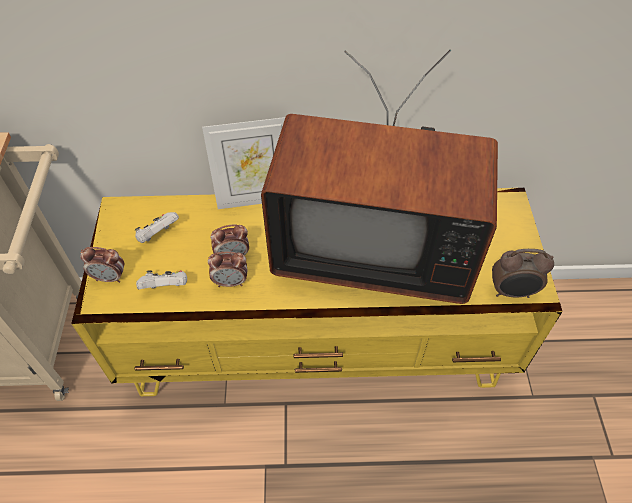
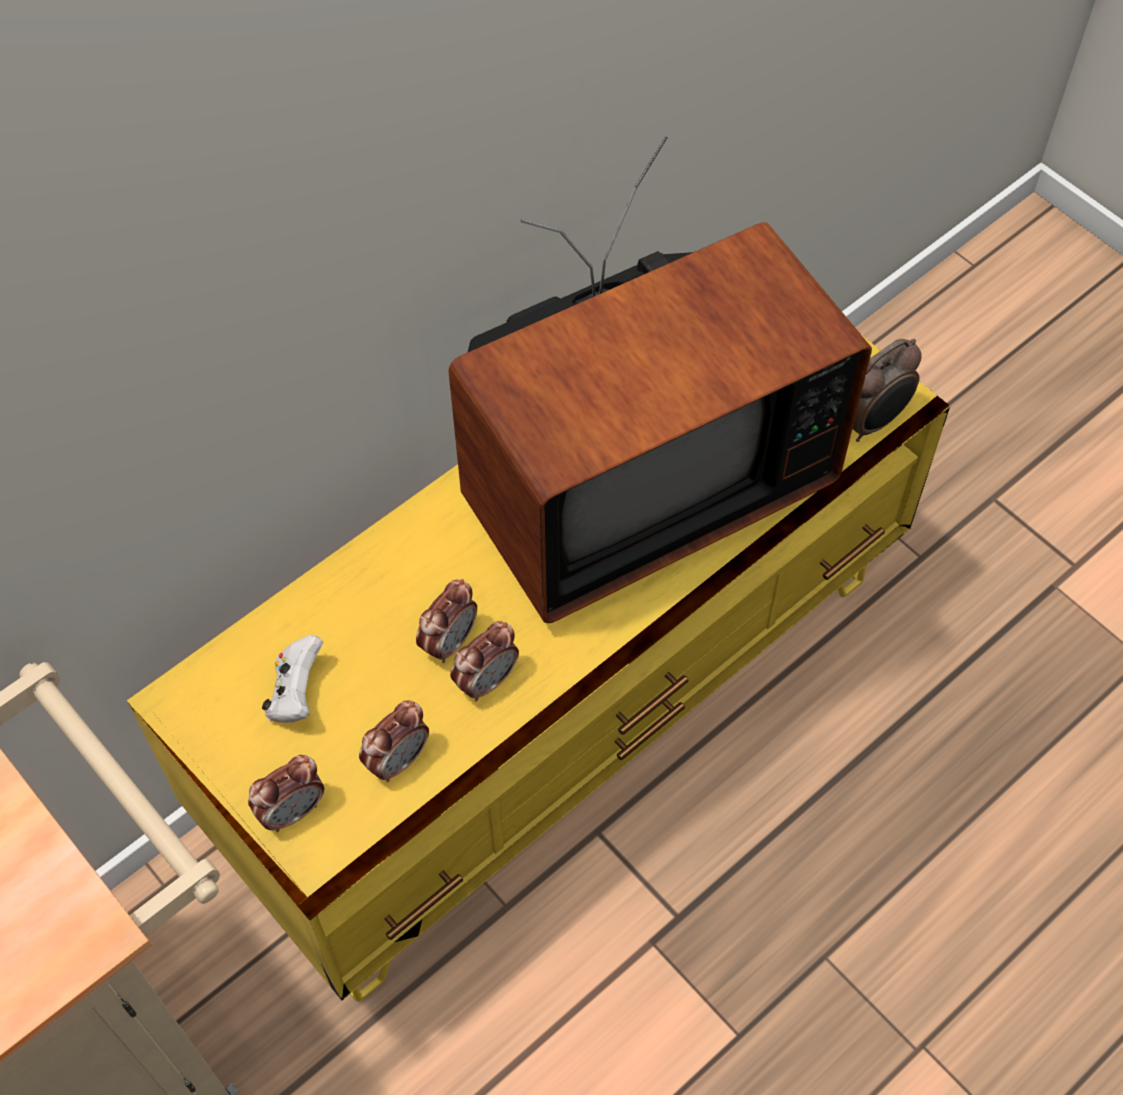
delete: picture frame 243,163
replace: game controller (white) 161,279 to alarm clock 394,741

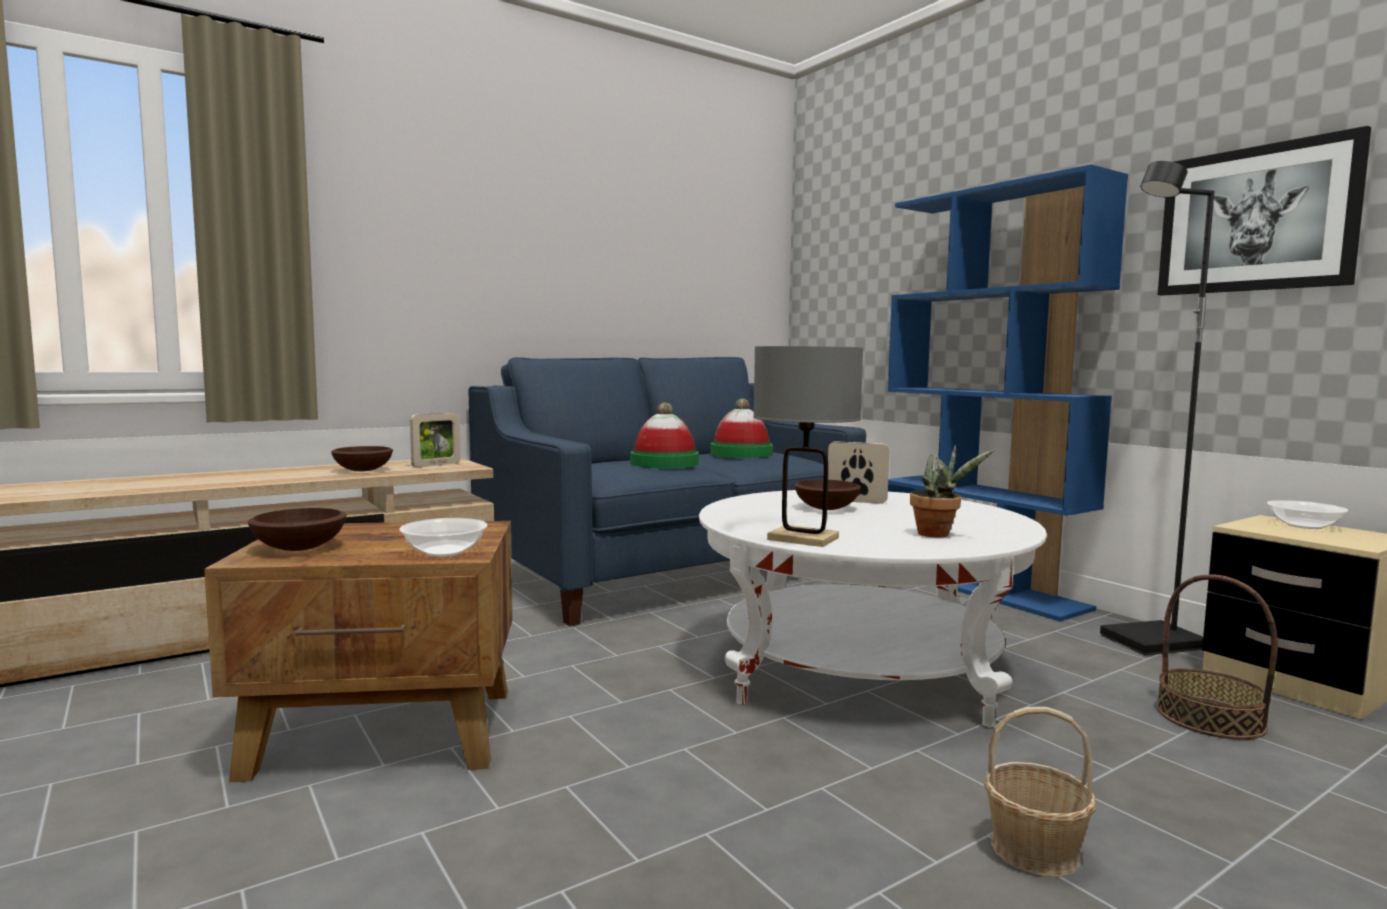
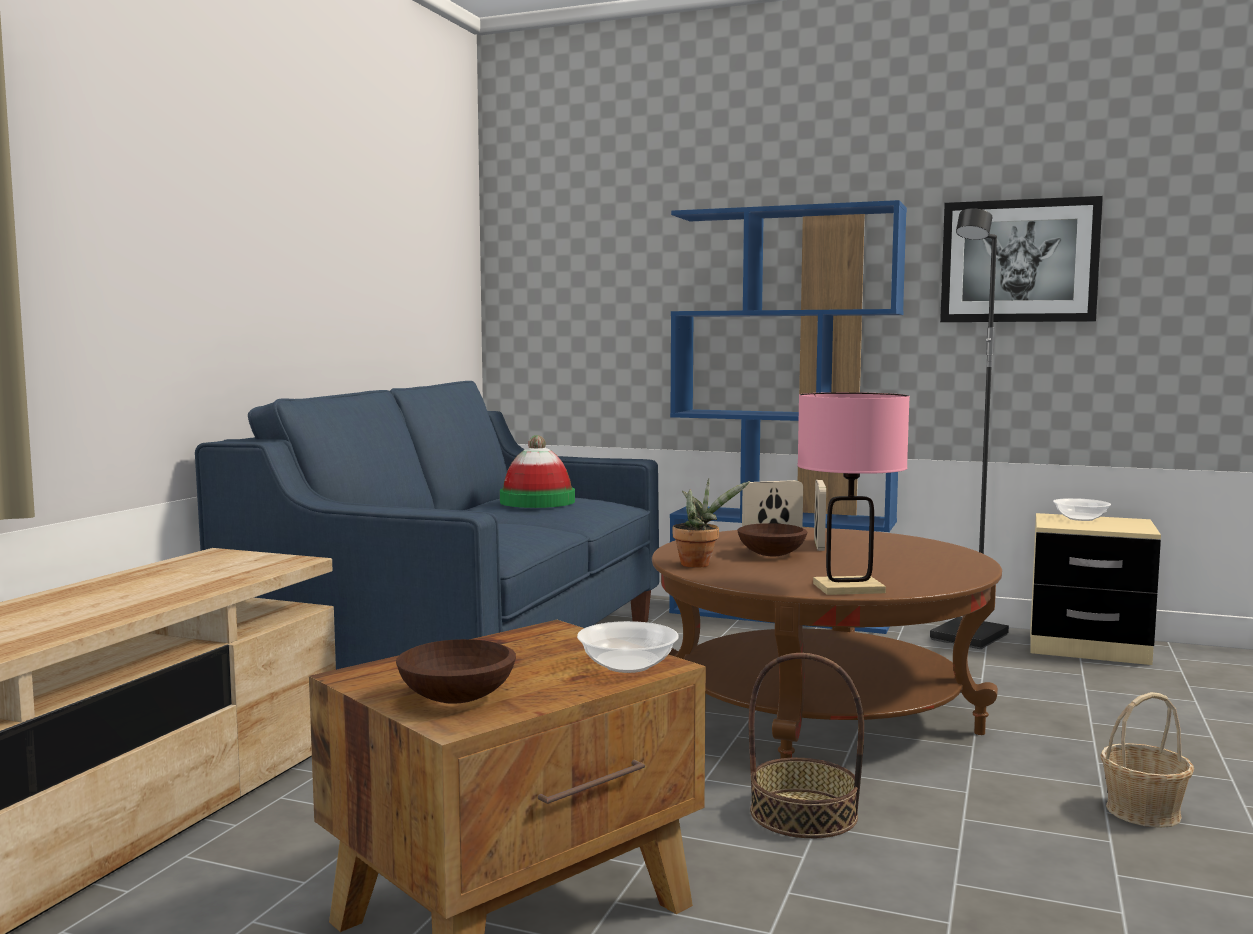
delete: bowl (brown) 362,458; hat 664,435
move: picture frame 435,440 to 820,515; potted plant 952,491 to 711,523; basket 1217,657 to 806,745
recolor: coffee table (white) 873,608 to coffee table (brown) 827,643; table lamp (grey) 808,446 to table lamp (pink) 853,493

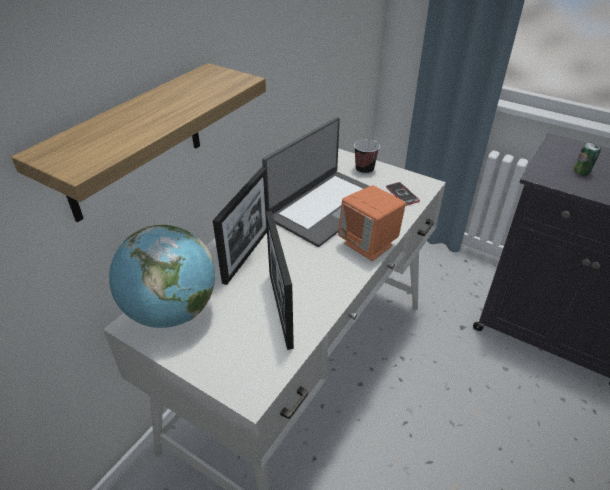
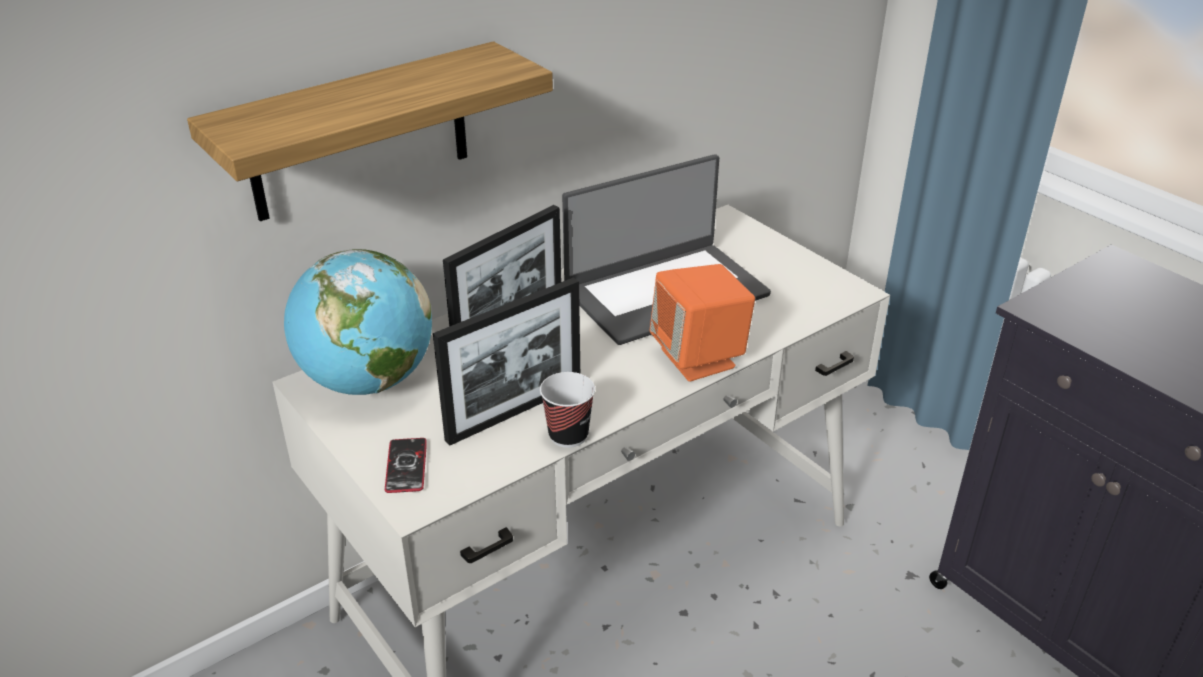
delete: can 587,159
move: cup 367,157 to 567,410; phone 403,194 to 406,465
rotate: picture frame 280,280 = 506,361 135 degrees counterclockwise

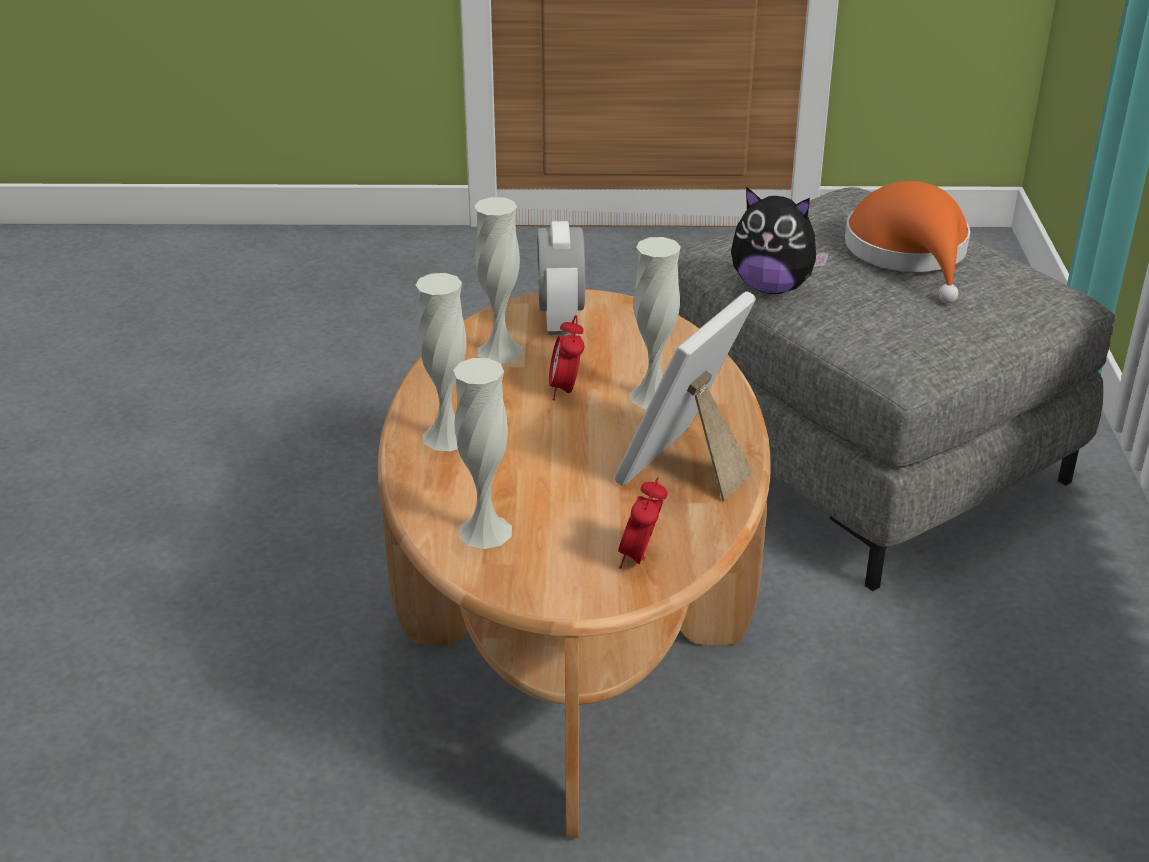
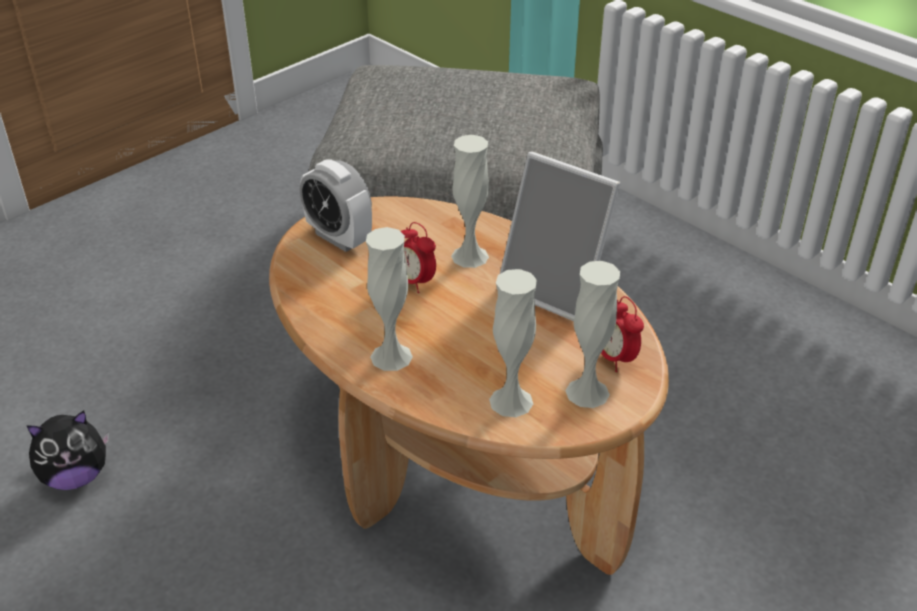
delete: hat (orange) 907,242
move: vase (white) 499,280 to 592,334; plush toy 780,240 to 67,450
rotate: picture frame 685,396 = 560,236 45 degrees counterclockwise

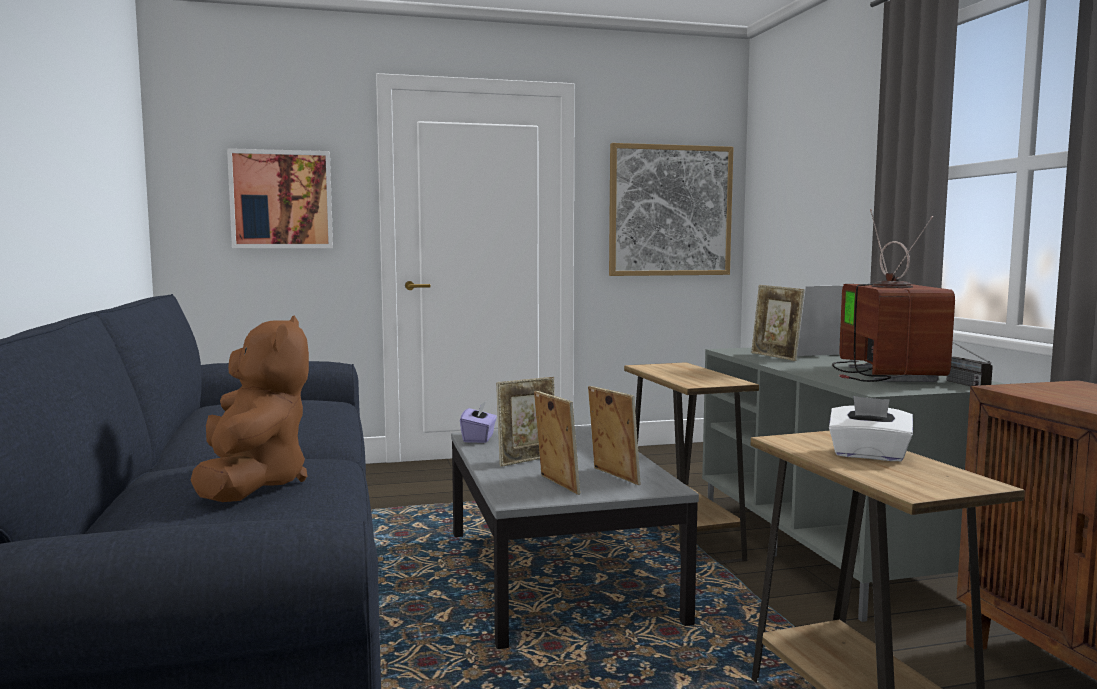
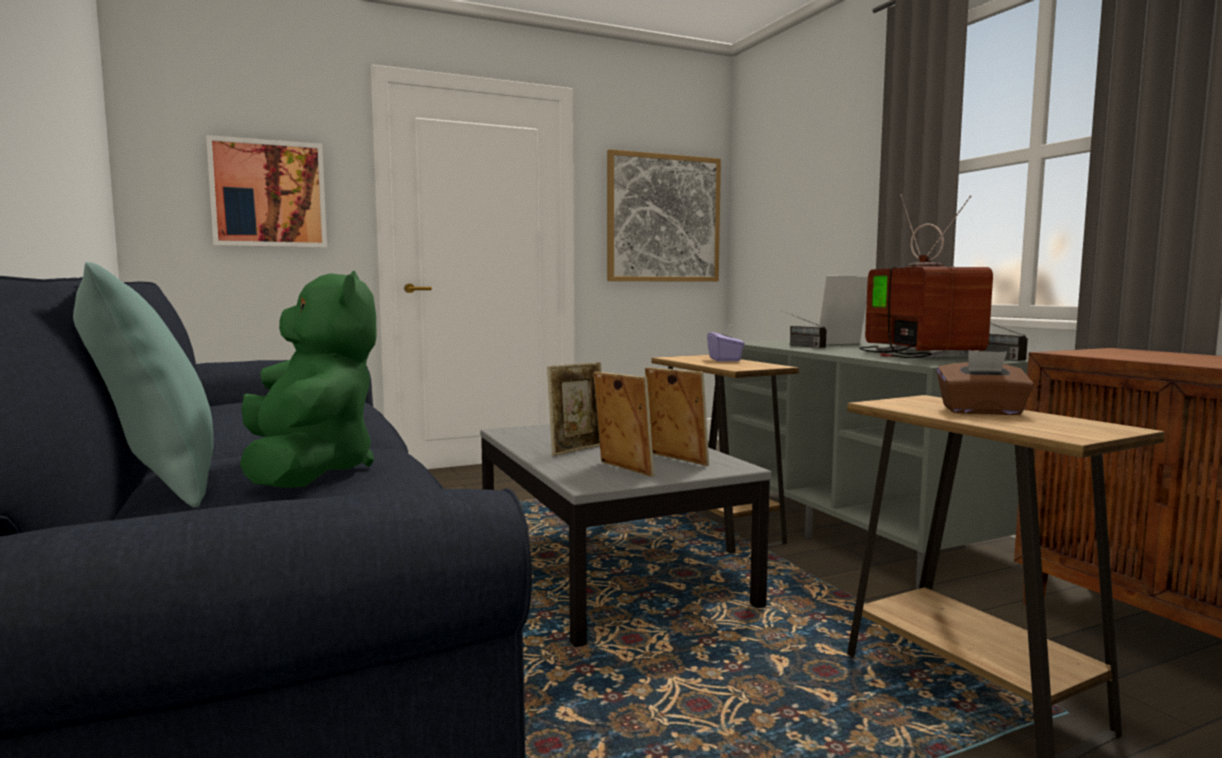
insert: pillow (turquoise) 143,384
move: tissue box (purple) 478,422 to 726,342
replace: picture frame 778,323 to radio 804,329
recolor: plush toy (brown) 250,408 to plush toy (green) 308,379; tissue box (white) 871,428 to tissue box (brown) 985,382

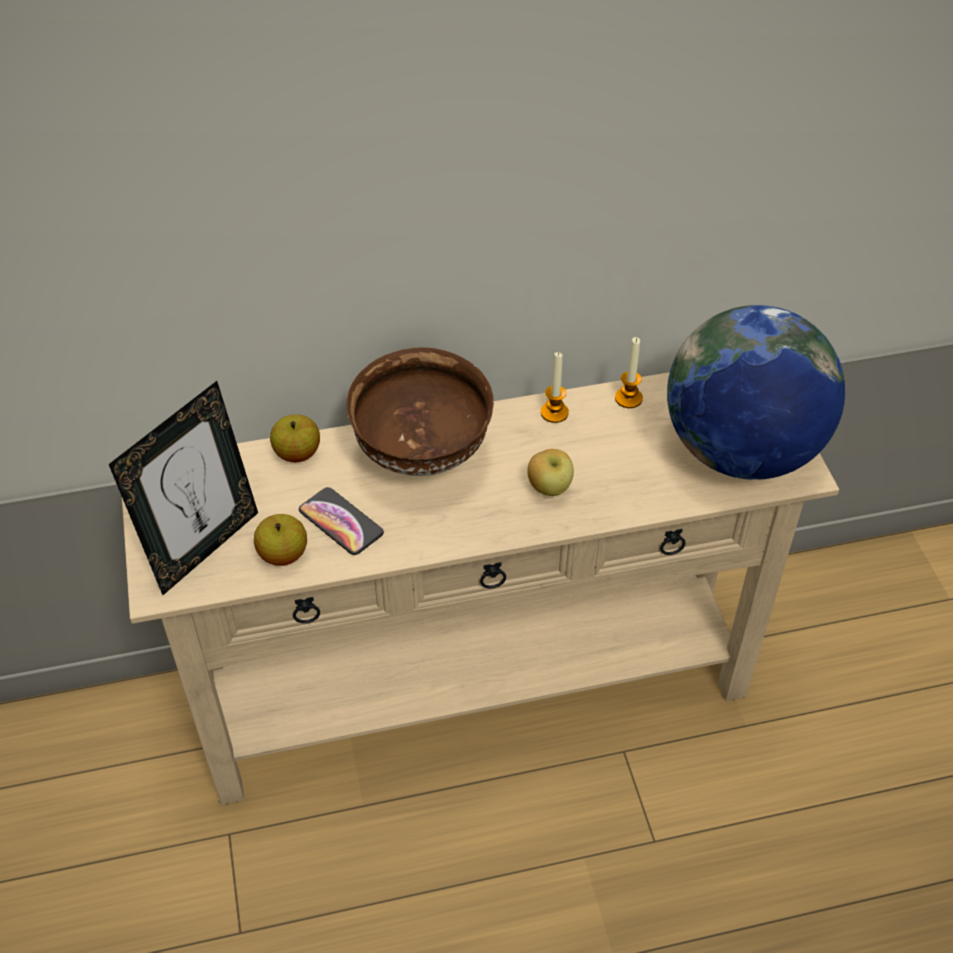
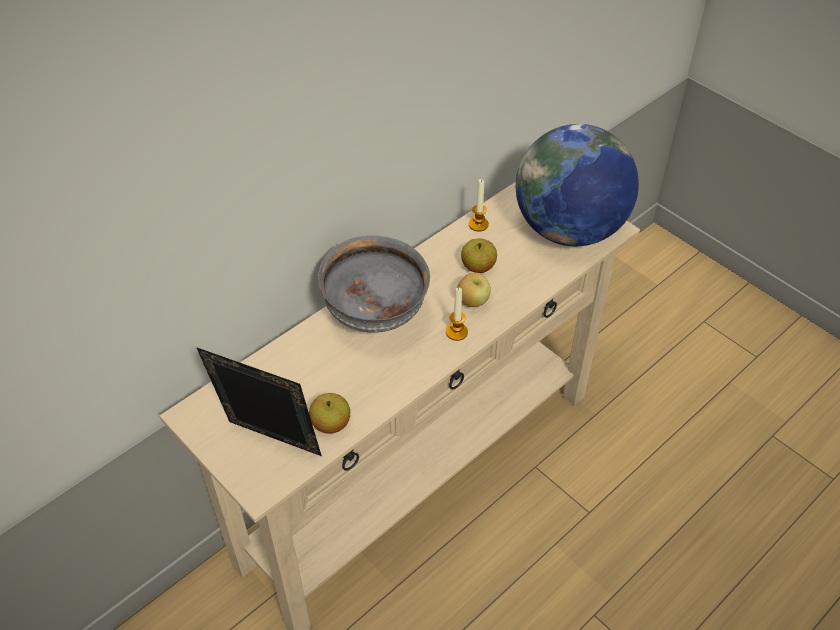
delete: phone 341,521
move: apple 295,438 to 479,255; candle 555,387 to 457,314
recolor: bowl (brown) 420,411 to bowl (grey) 374,284
rotate: picture frame 183,488 = 259,401 75 degrees counterclockwise

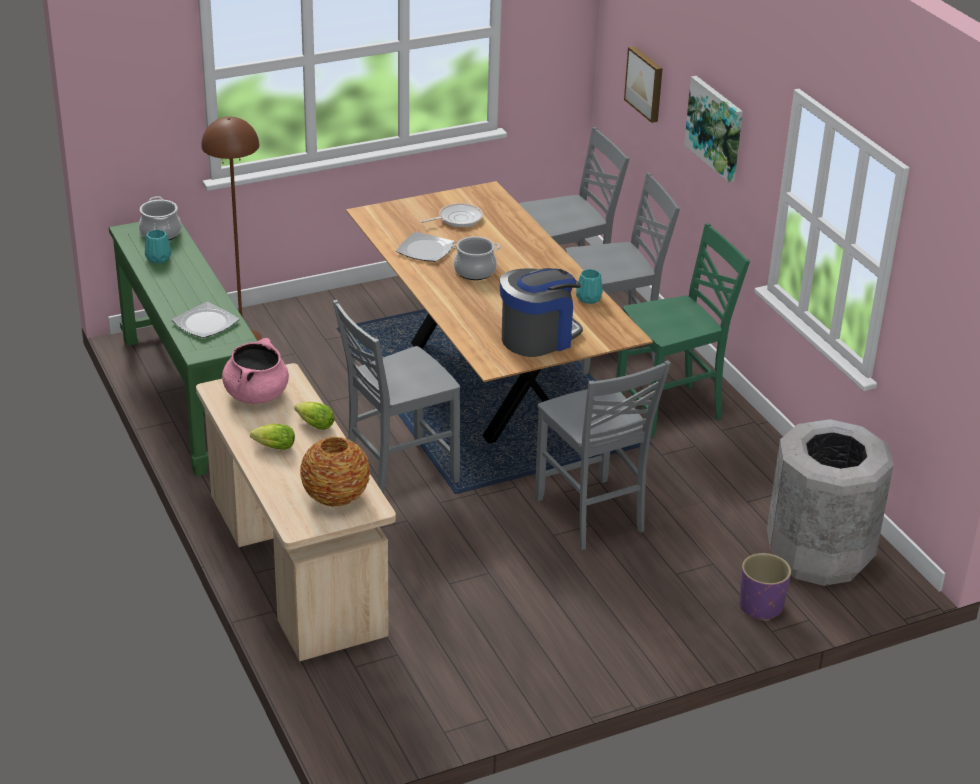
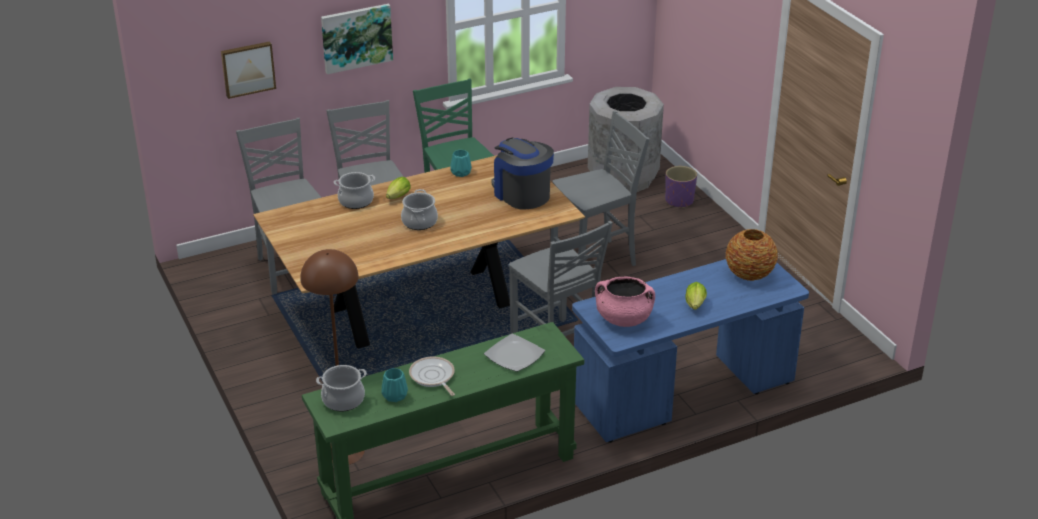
delete: plate 425,247
insert: cooking pot 354,190
move: lettuce 314,416 to 398,188; frying pan 452,215 to 432,376
recolor: desk (beige) 296,512 to desk (blue) 690,351

